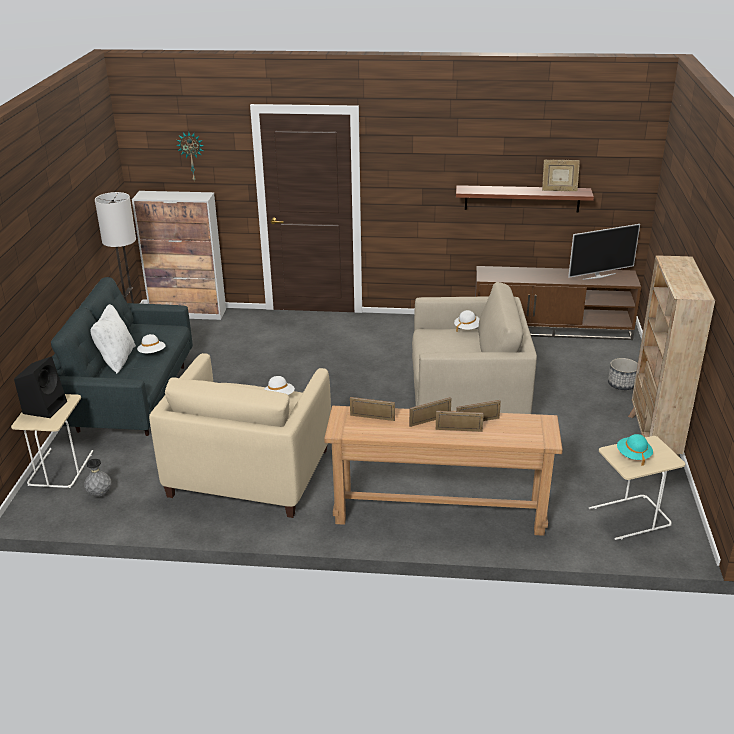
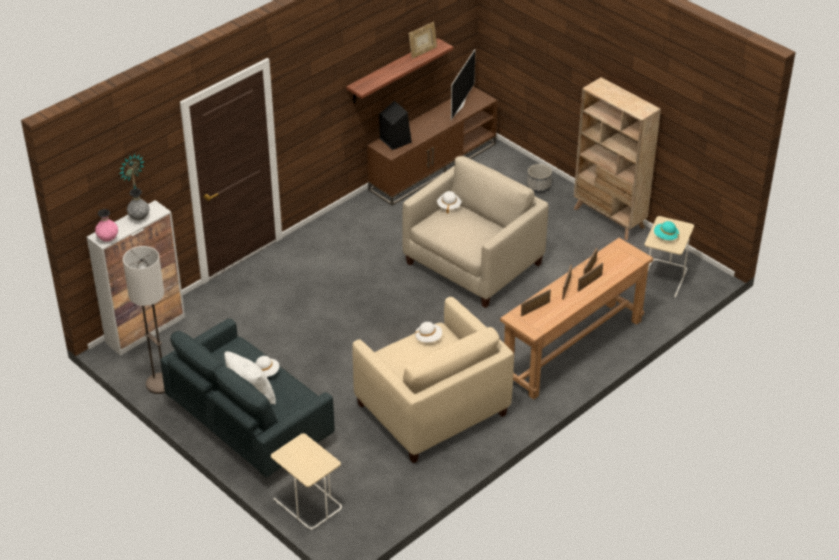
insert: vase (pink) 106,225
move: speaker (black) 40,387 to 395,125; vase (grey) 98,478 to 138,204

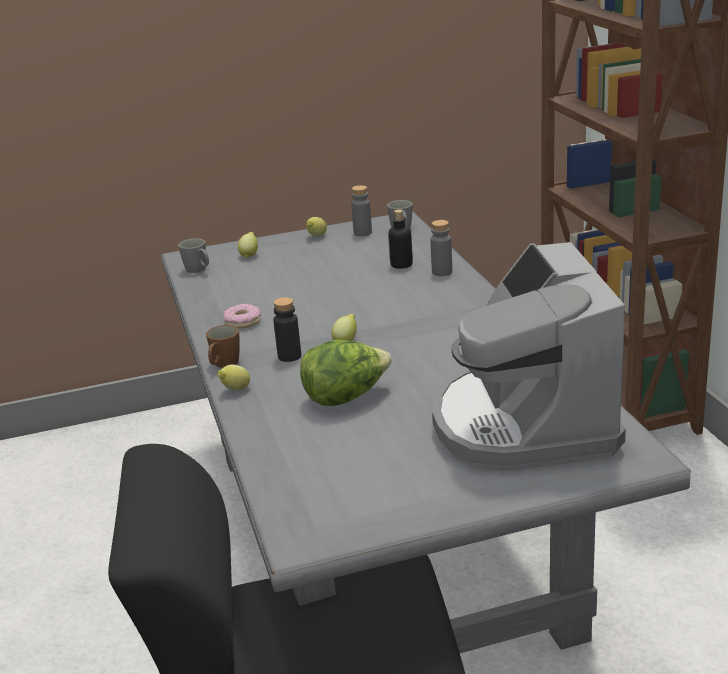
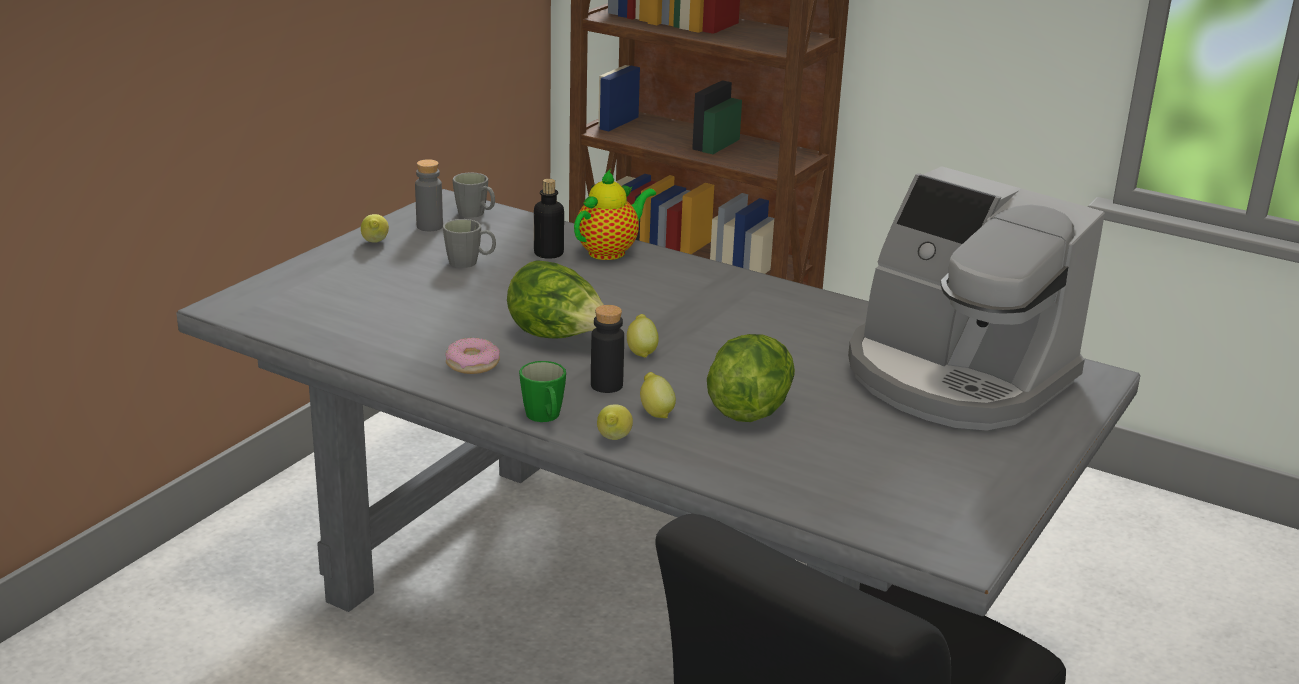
insert: lettuce 555,299
move: mug (grey) 193,255 to 469,243; lemon 248,245 to 658,395
replace: bottle (grey) 441,248 to teapot 615,214
recolor: mug (brown) 223,346 to mug (green) 542,391

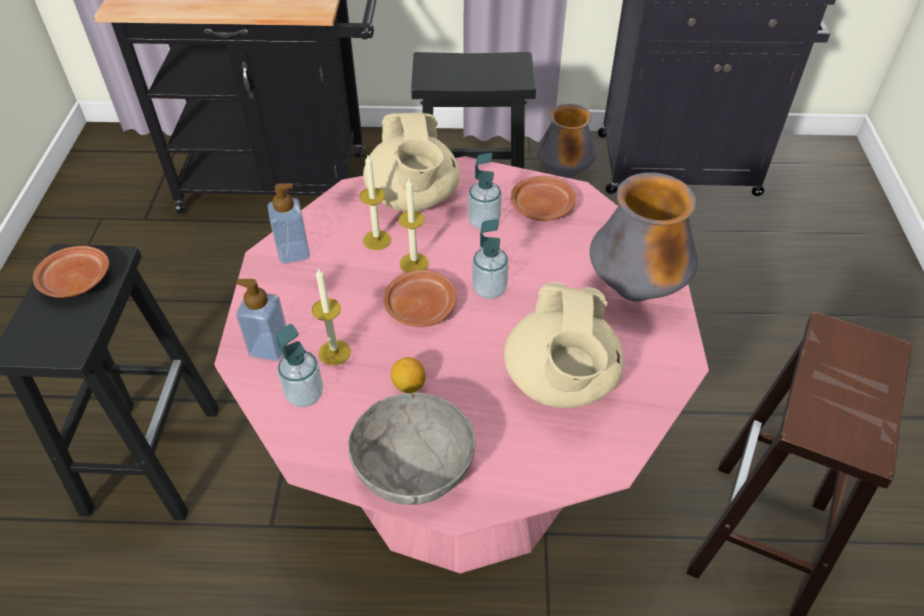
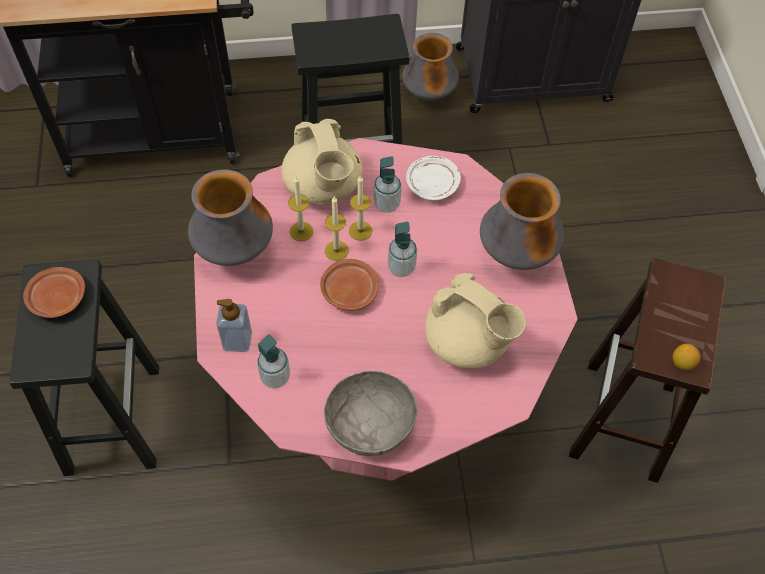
move: candle 331,316 to 360,208; lemon 408,375 to 686,357
replace: soap dispenser 288,223 to vase 230,217
recolor: plate (brown) 543,198 to plate (white) 433,178
rotate: teapot (beige) 564,345 = 475,321 45 degrees counterclockwise

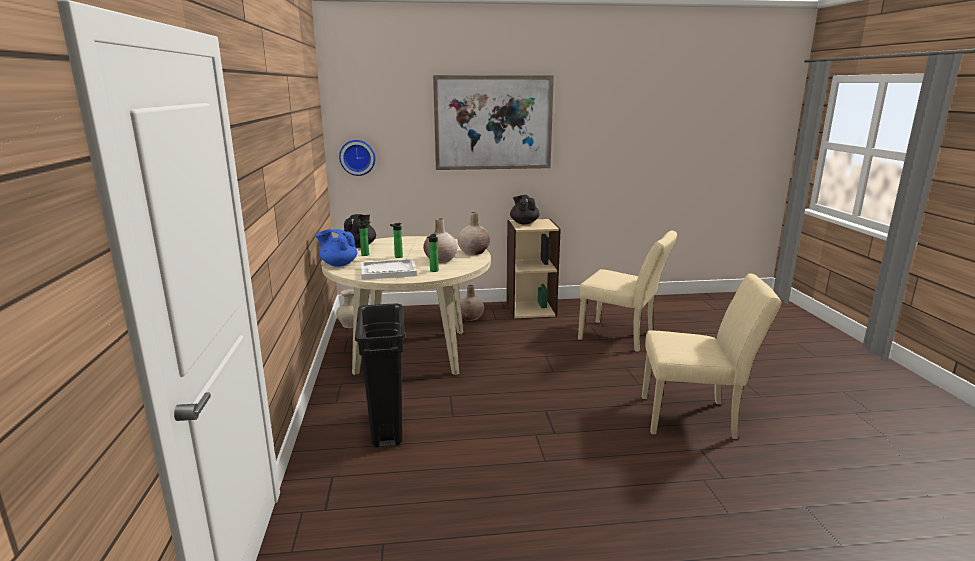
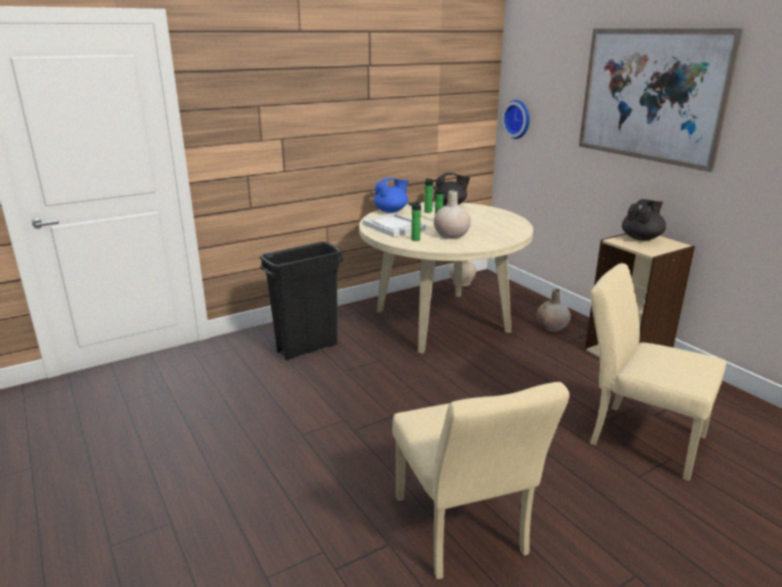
delete: vase (beige) 473,233
rotate: teapot (blue) 336,248 = 391,195 60 degrees clockwise; chair (beige) 627,291 = 658,372 120 degrees clockwise

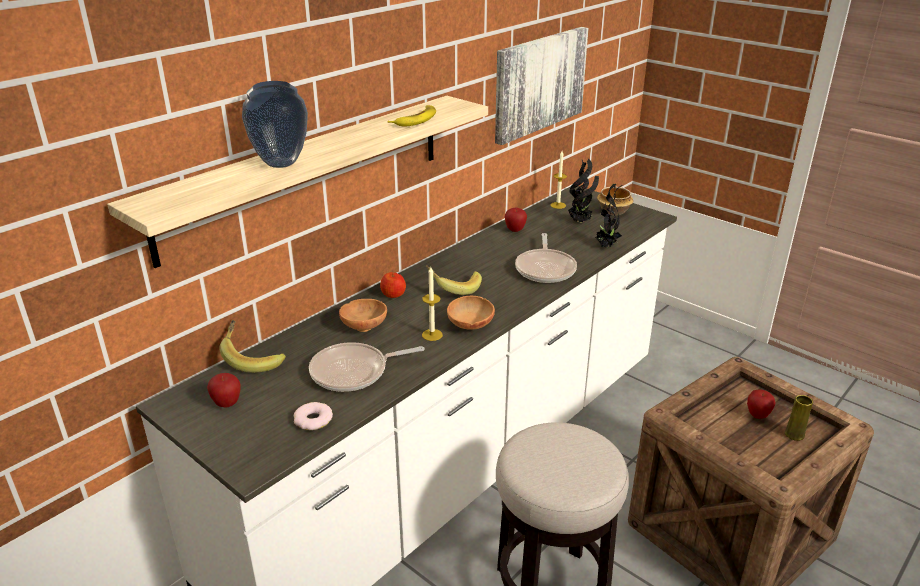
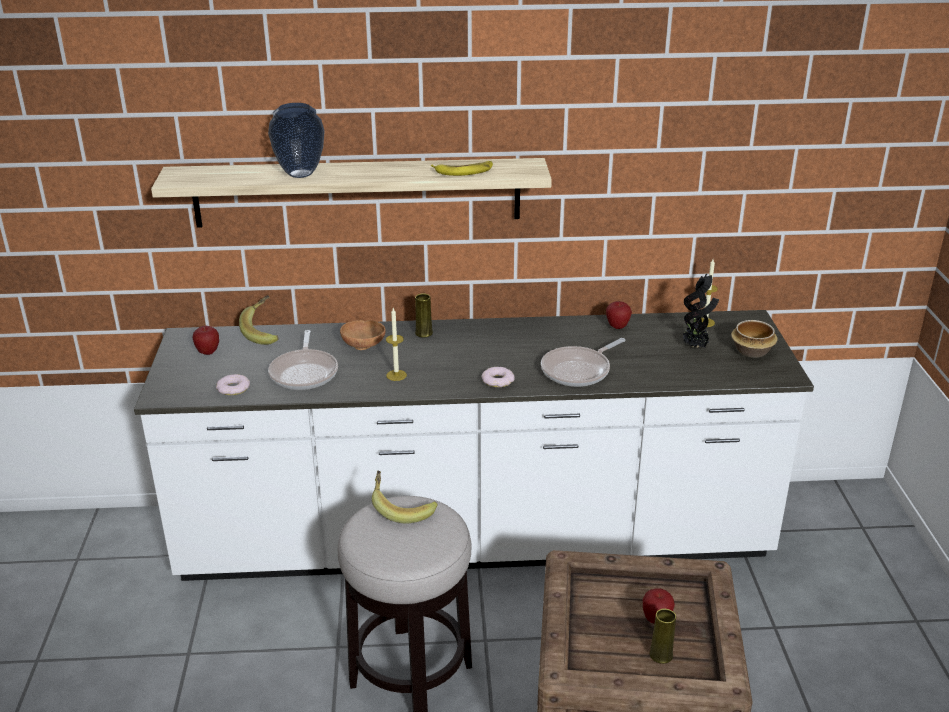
delete: bowl (brown) 471,313; picture 542,86; potted plant 609,215
insert: donut 498,377
move: banana 454,280 to 405,497
replace: apple 393,285 to vase (yellow) 424,315
rotate: frying pan 366,367 = 303,360 120 degrees counterclockwise

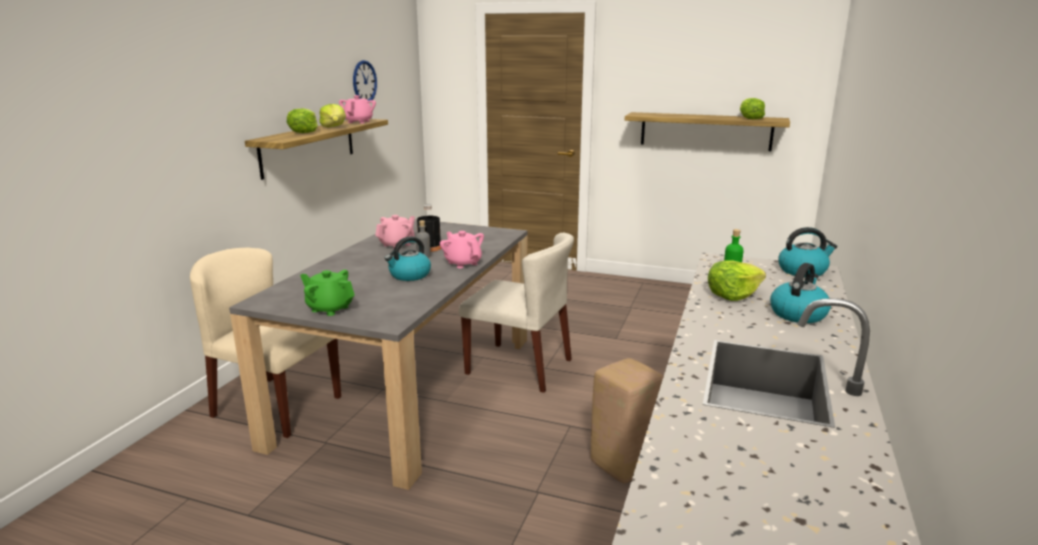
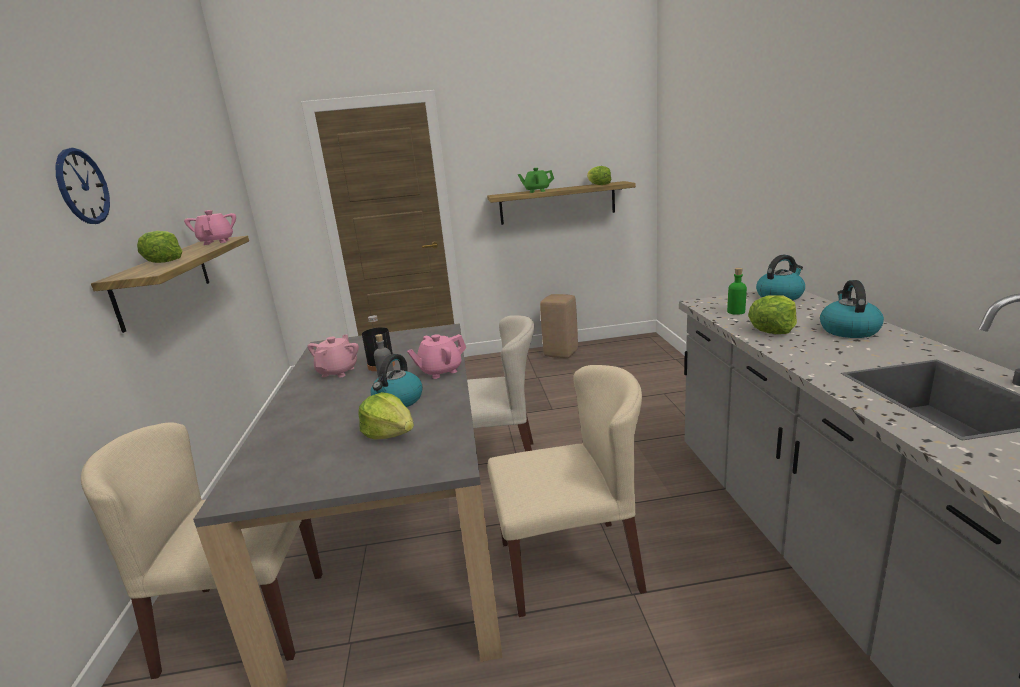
insert: chair (beige) 567,491
move: teapot (green) 327,293 to 536,180; lettuce 332,115 to 386,415; wall clock 365,80 to 82,186; stool (beige) 627,420 to 559,326
rotate: teapot (pink) 462,249 = 436,356 60 degrees counterclockwise

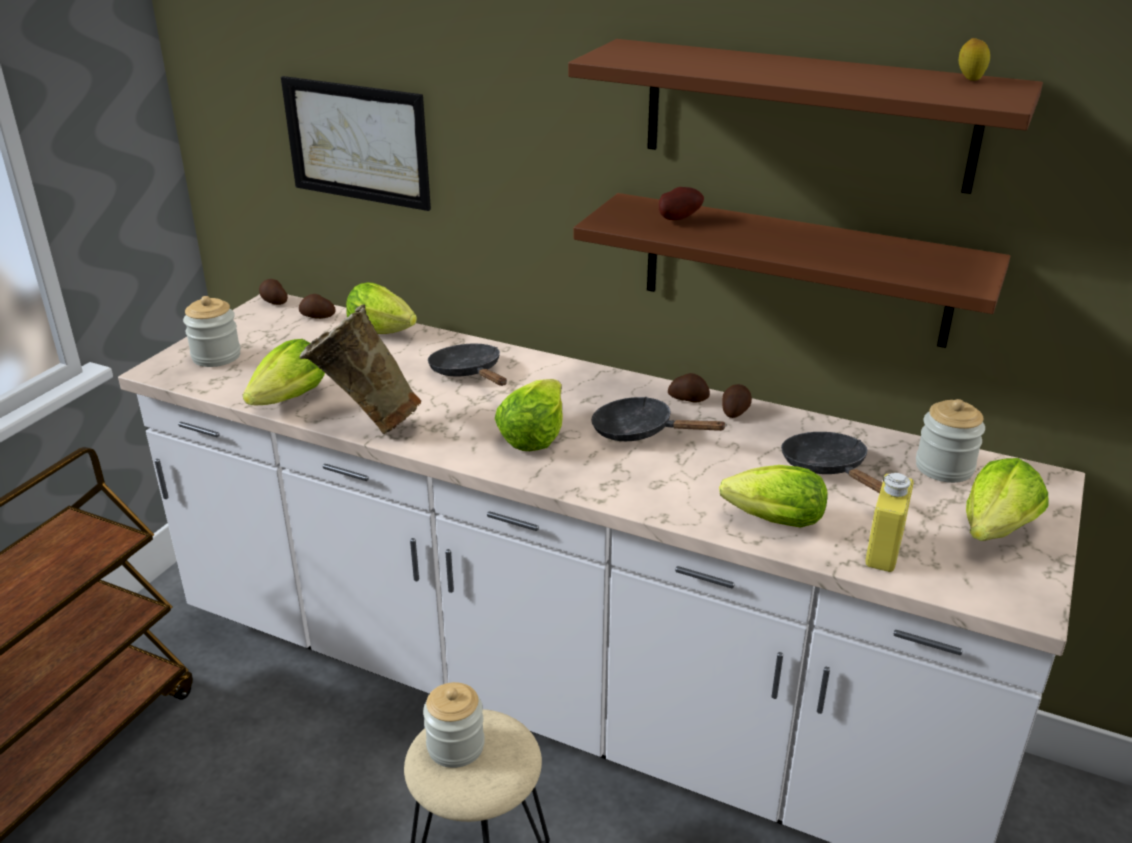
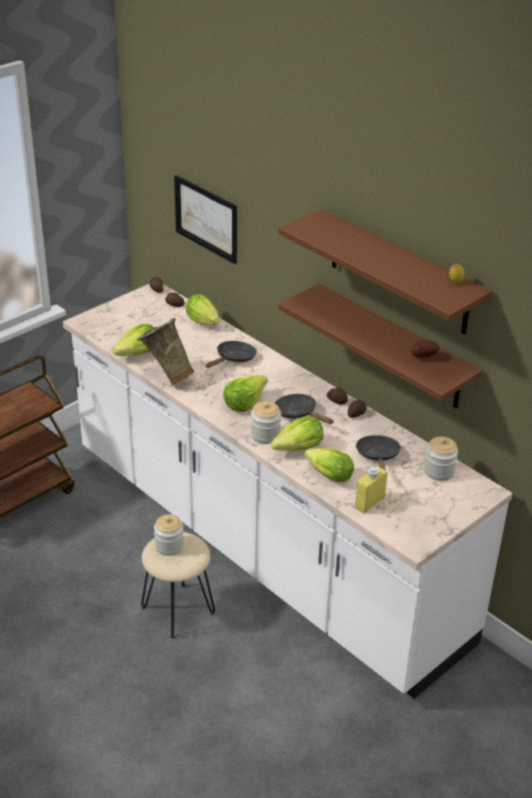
move: jar 212,331 to 266,422; potato 681,203 to 425,349; lettuce 1007,499 to 297,433
rotate: frying pan (black) 467,365 = 231,354 45 degrees clockwise

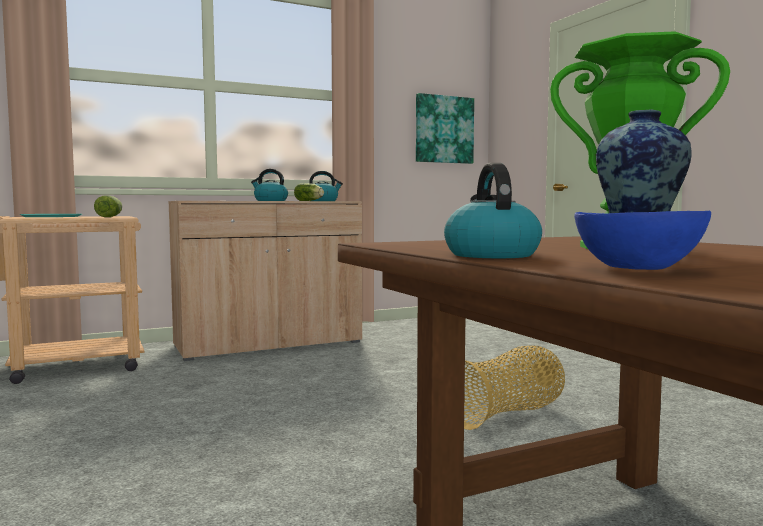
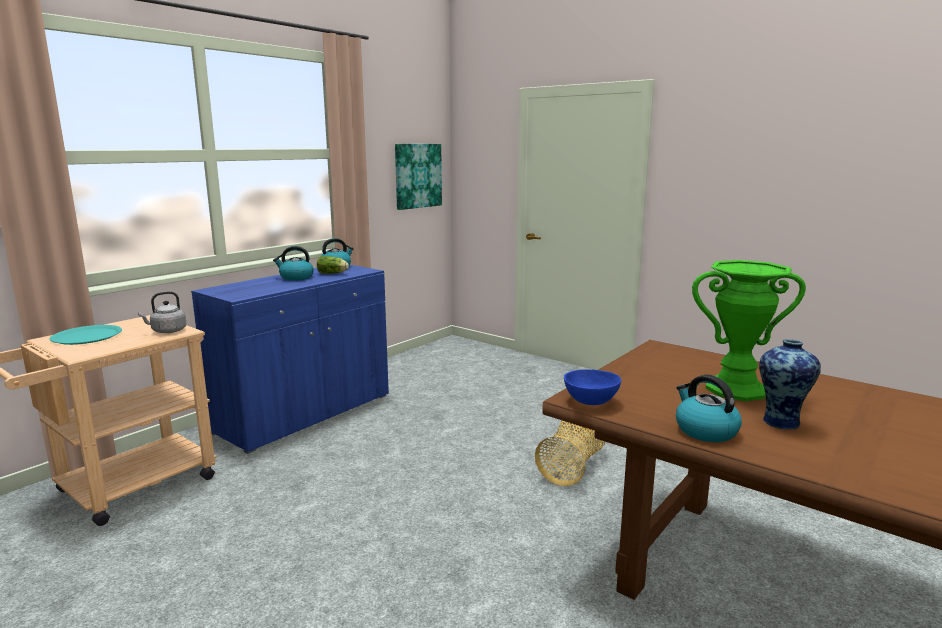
move: bowl (blue) 642,240 to 592,387
replace: lettuce 108,206 to kettle (grey) 162,312
recolor: cabinet (beige) 265,281 to cabinet (blue) 290,359

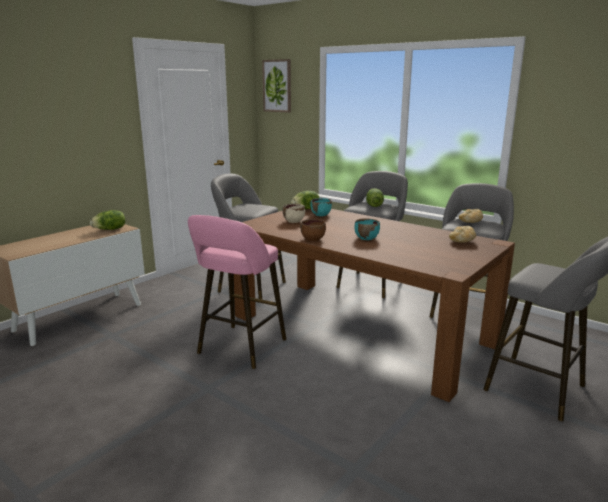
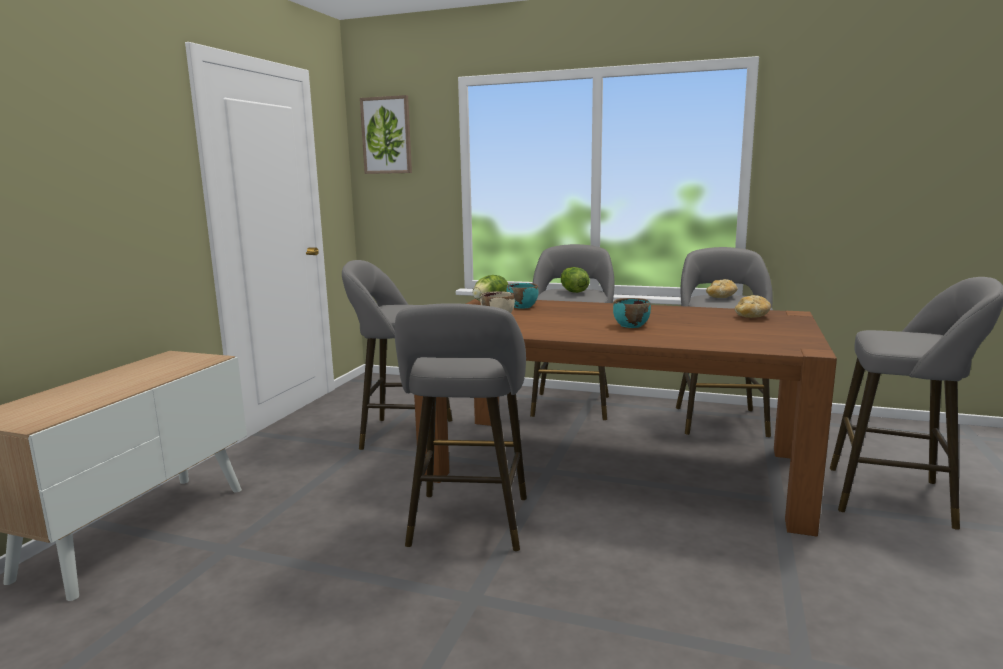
delete: lettuce 107,220; bowl (brown) 313,230
recolor: stool (pink) 237,292 to stool (grey) 461,427

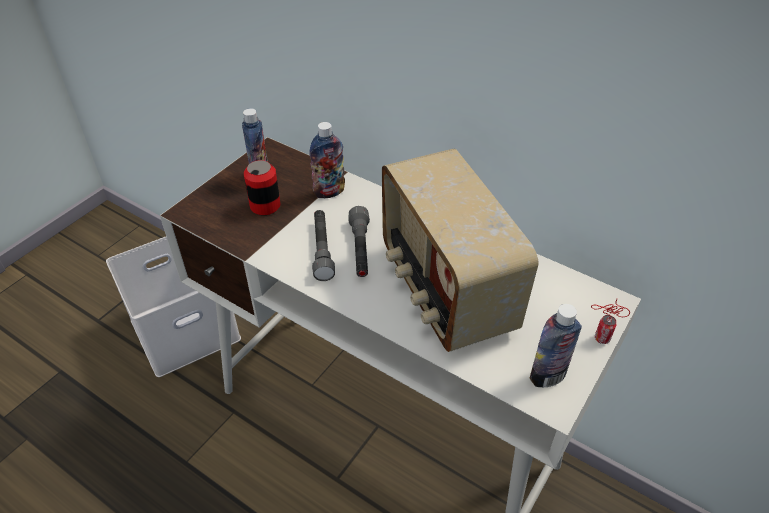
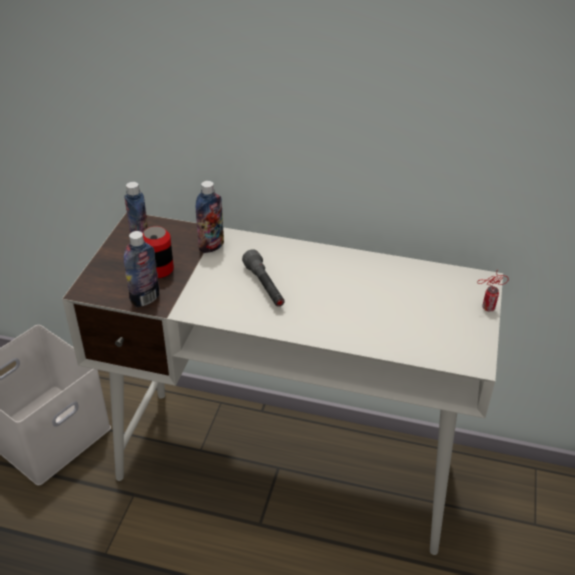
delete: flashlight (grey) 323,245; radio 460,250
move: bottle 556,345 to 141,269

